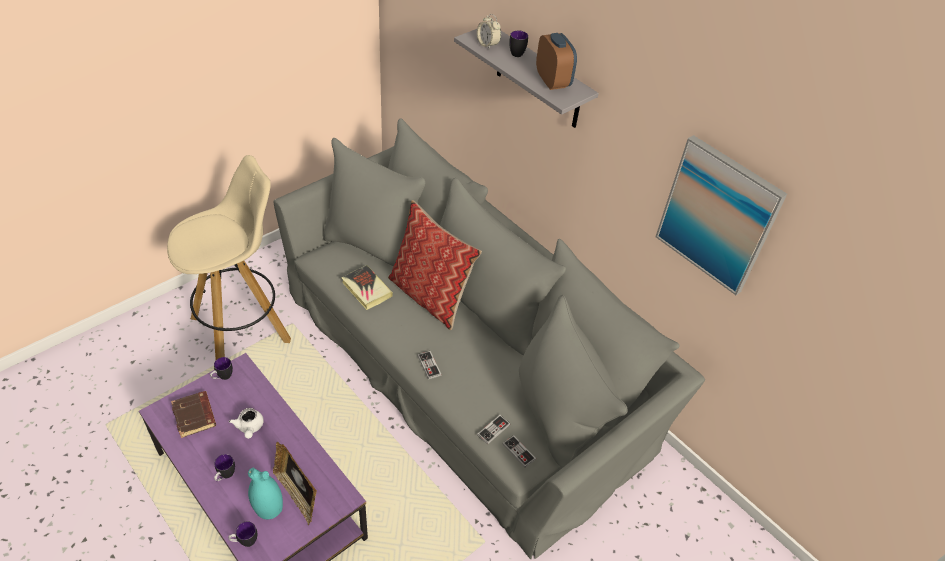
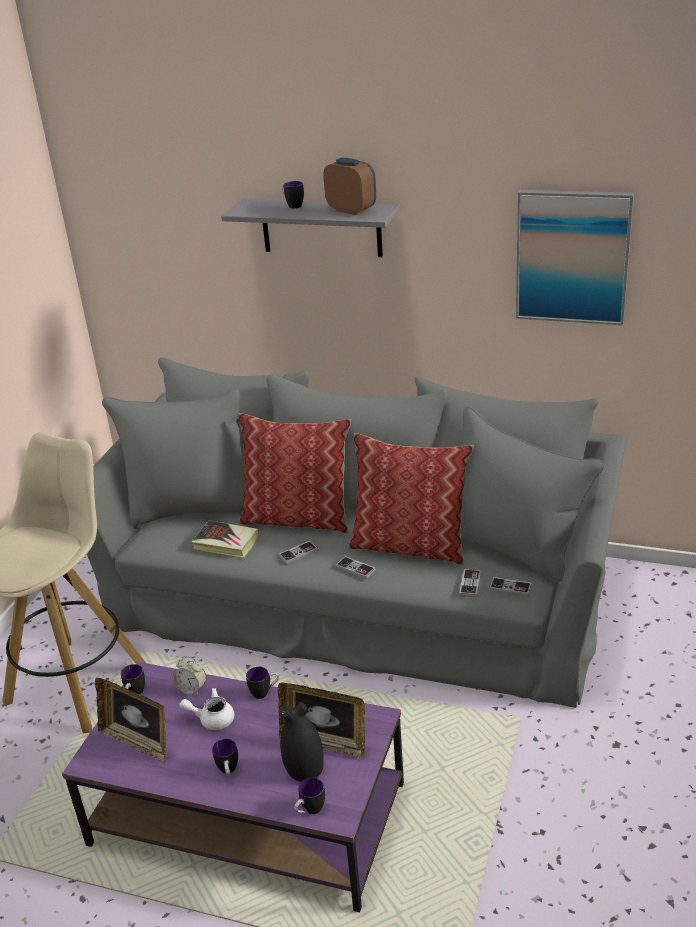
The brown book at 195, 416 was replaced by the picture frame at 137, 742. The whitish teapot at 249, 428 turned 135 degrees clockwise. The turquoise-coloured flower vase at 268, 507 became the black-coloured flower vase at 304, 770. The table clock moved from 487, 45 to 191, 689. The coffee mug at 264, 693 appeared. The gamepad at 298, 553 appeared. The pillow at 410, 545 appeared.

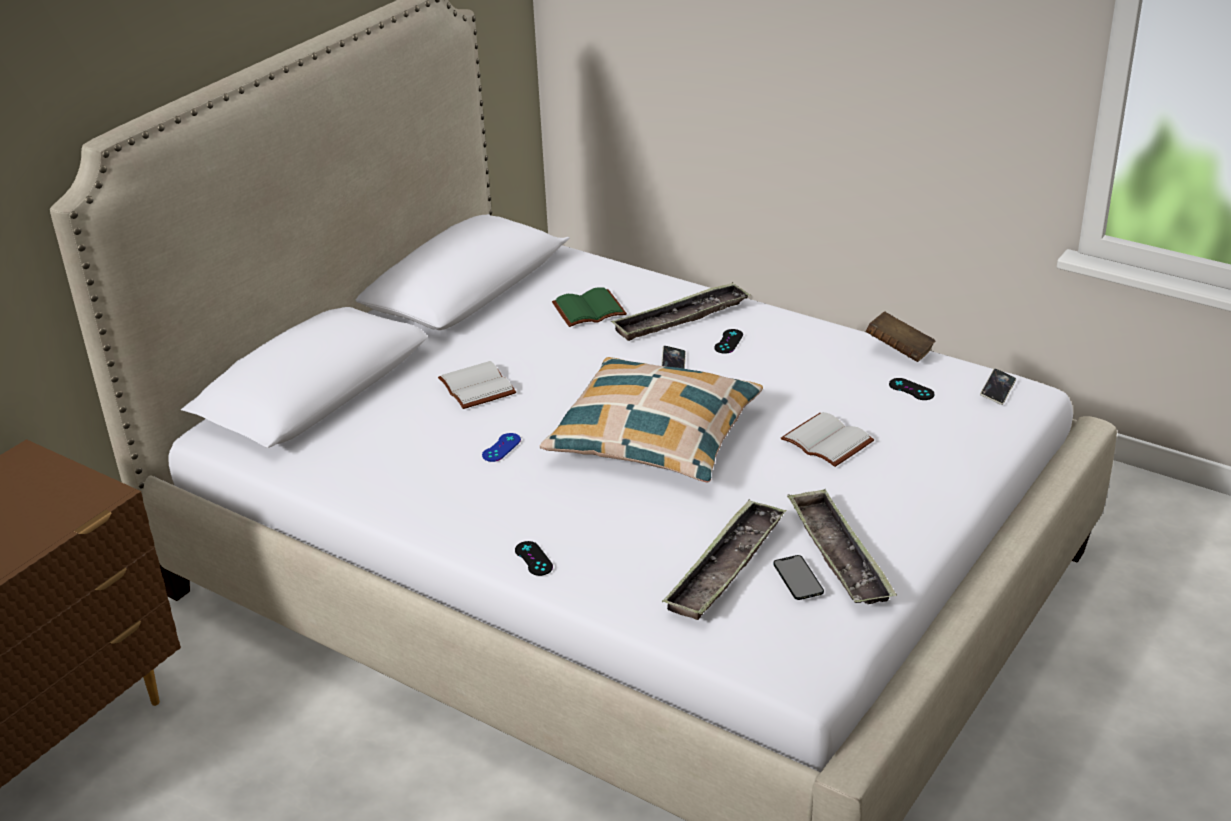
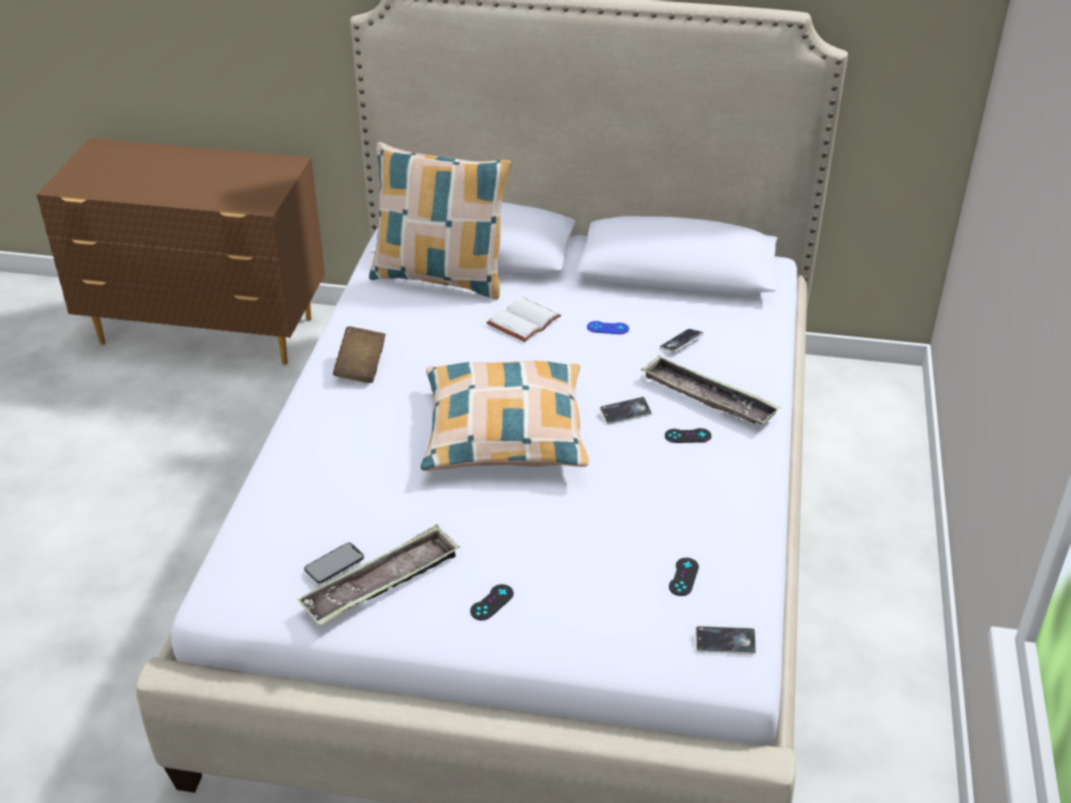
The bluish gamepad moved from 501, 447 to 608, 328. The black-coloured gamepad moved from 533, 559 to 492, 602. The green book at 588, 311 was replaced by the phone at 681, 343. The serving tray at 725, 566 disappeared. The whitish book at 829, 441 disappeared. The brown book moved from 899, 351 to 361, 367. The pillow at 440, 278 appeared.

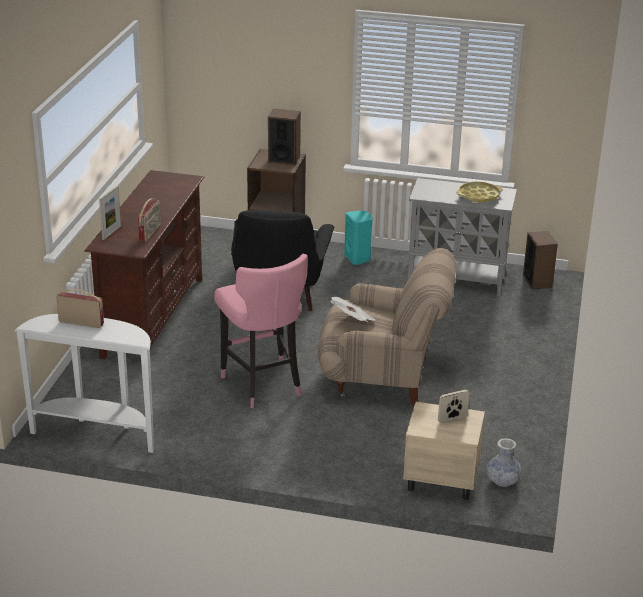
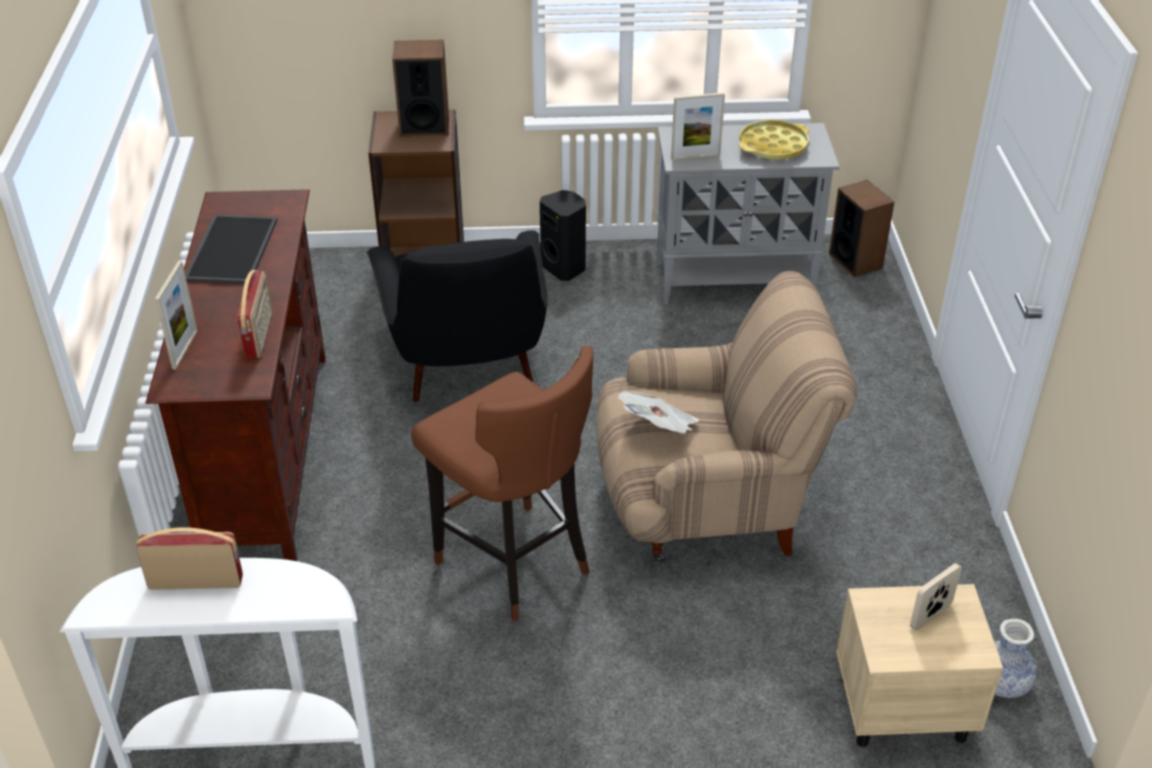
The pinkish stool seat at 262, 384 became the brown stool seat at 513, 562. The turquoise-coloured audio speaker at 358, 258 became the black-coloured audio speaker at 565, 268. The serving tray at 230, 249 appeared. The picture frame at 695, 157 appeared.

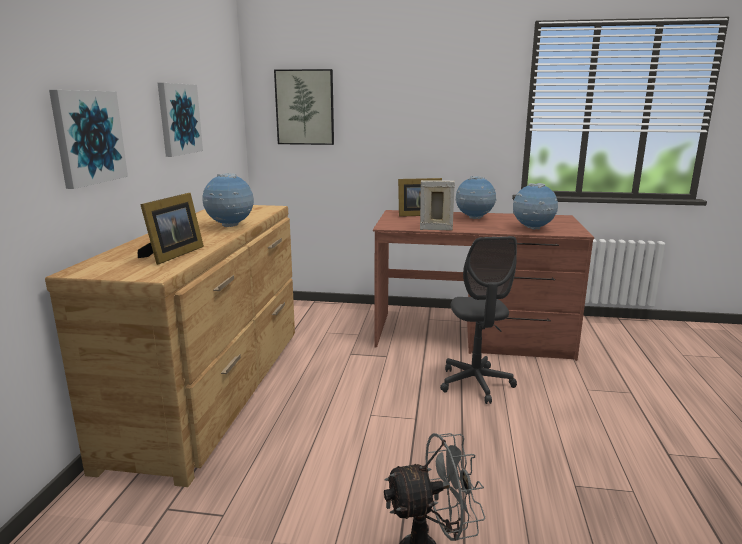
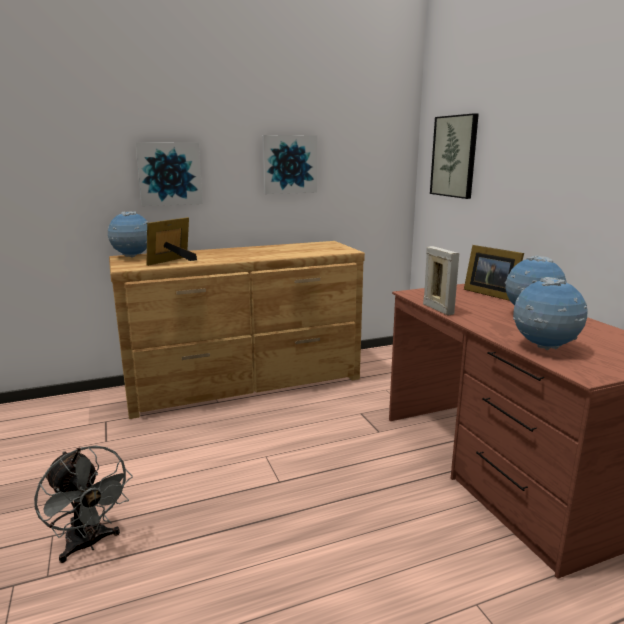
The picture frame at 172, 255 turned 135 degrees clockwise. The world globe moved from 230, 226 to 132, 257. The gray office chair at 475, 384 disappeared.

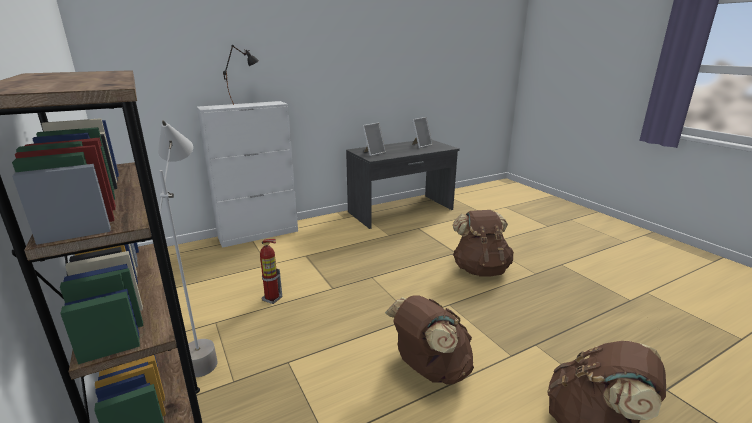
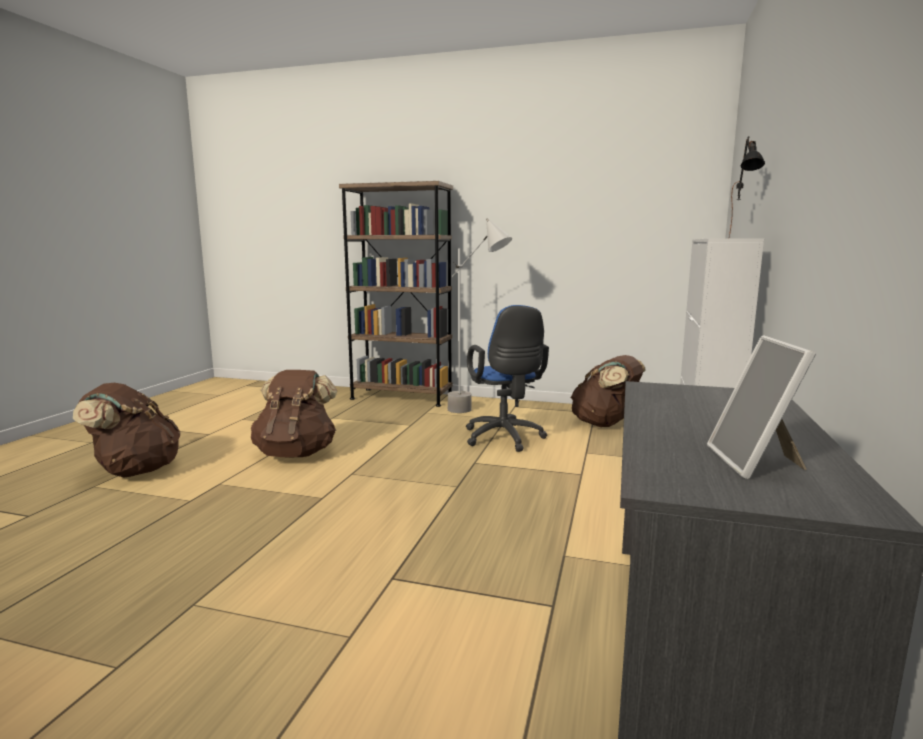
The fire extinguisher at 272, 299 was replaced by the bluish office chair at 505, 439. The picture frame at 373, 153 disappeared. The brown rucksack moved from 480, 269 to 605, 424.

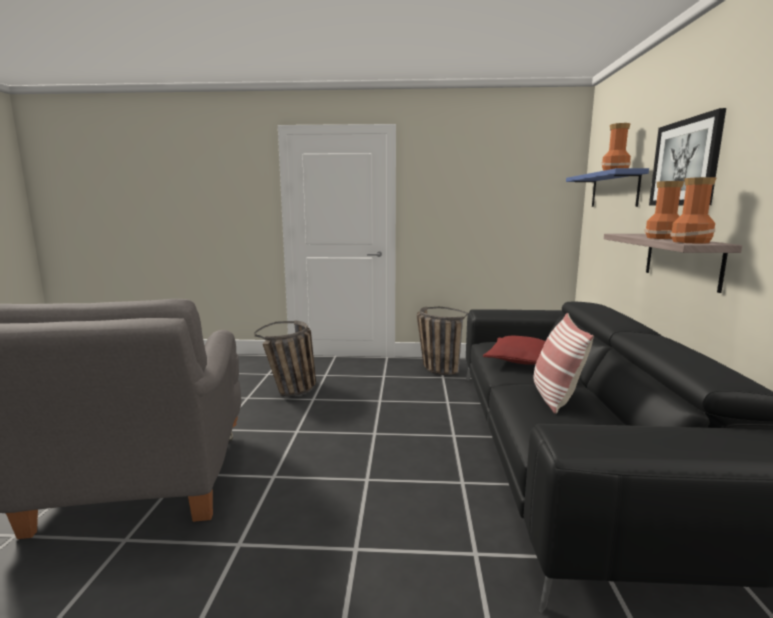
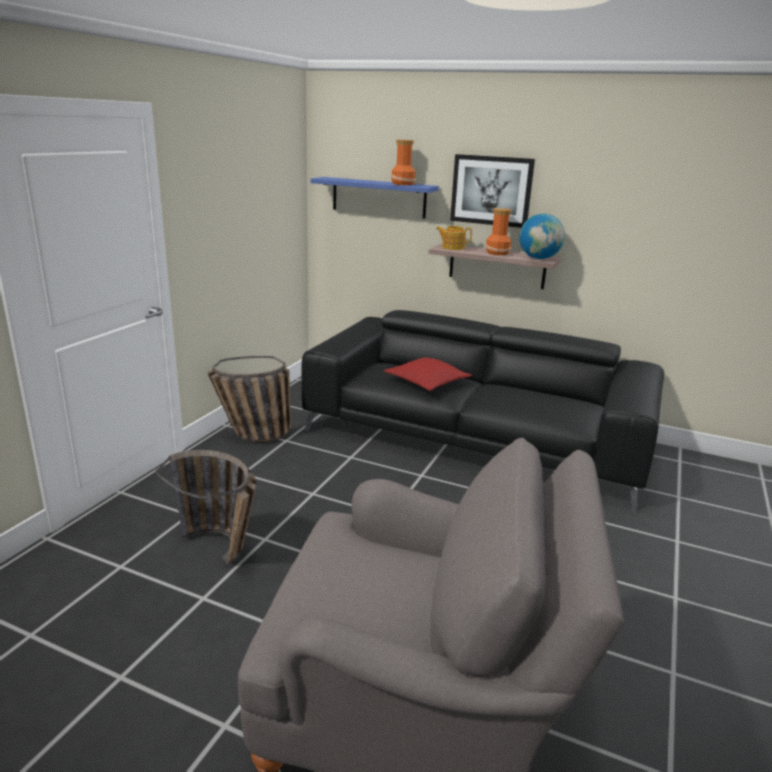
The pillow at 554, 396 disappeared. The flower vase at 692, 242 was replaced by the world globe at 539, 258. The teapot at 452, 247 appeared.

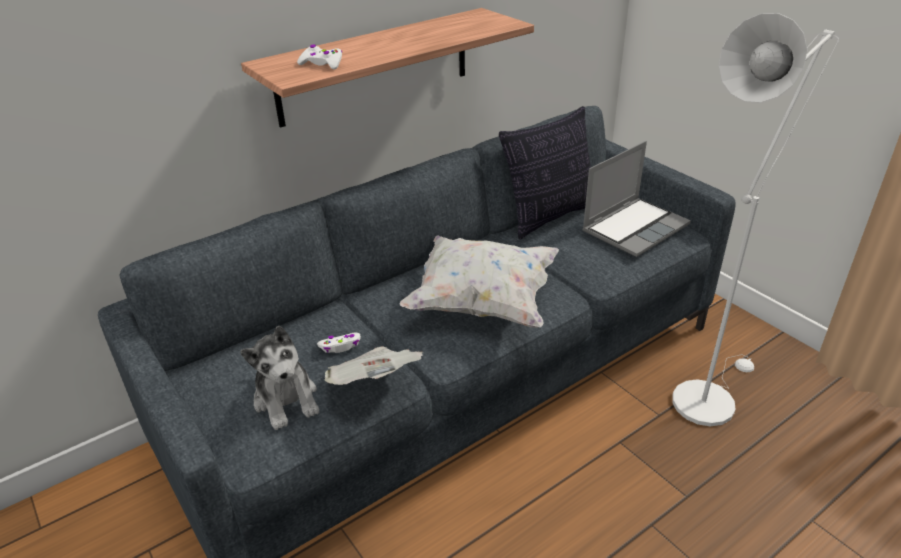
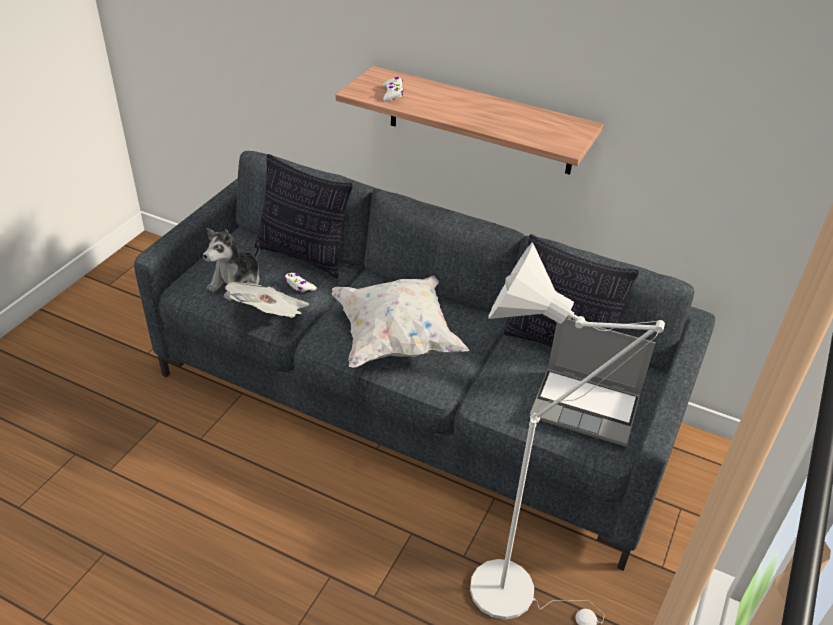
The pillow at 303, 256 appeared.

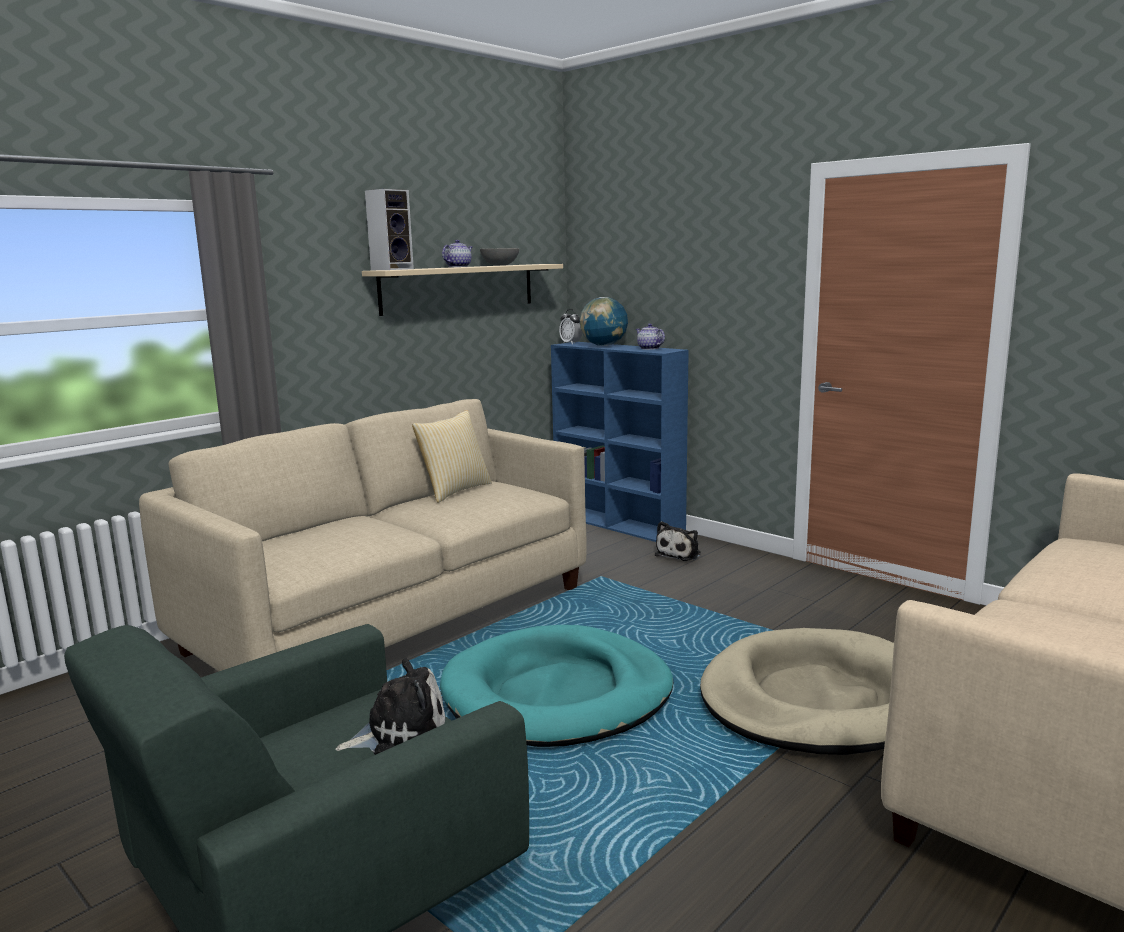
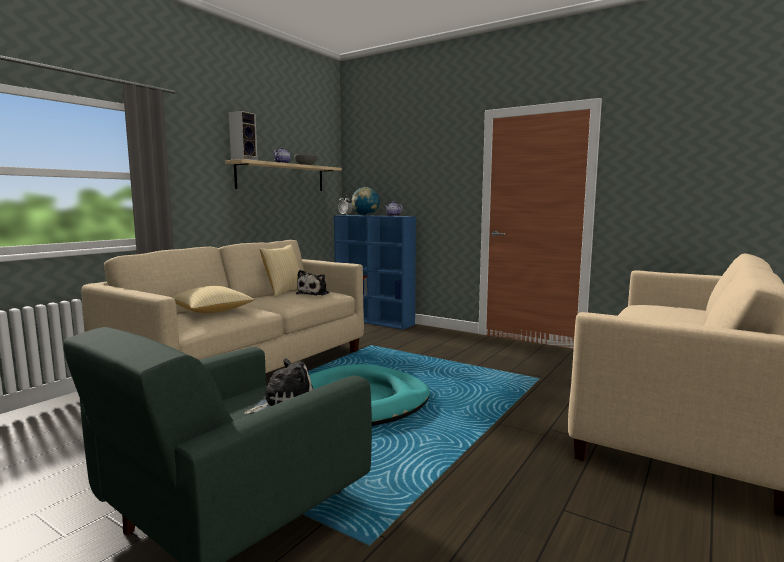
The soft toy moved from 679, 554 to 314, 293. The beige dog bed at 817, 699 disappeared. The pillow at 212, 312 appeared.

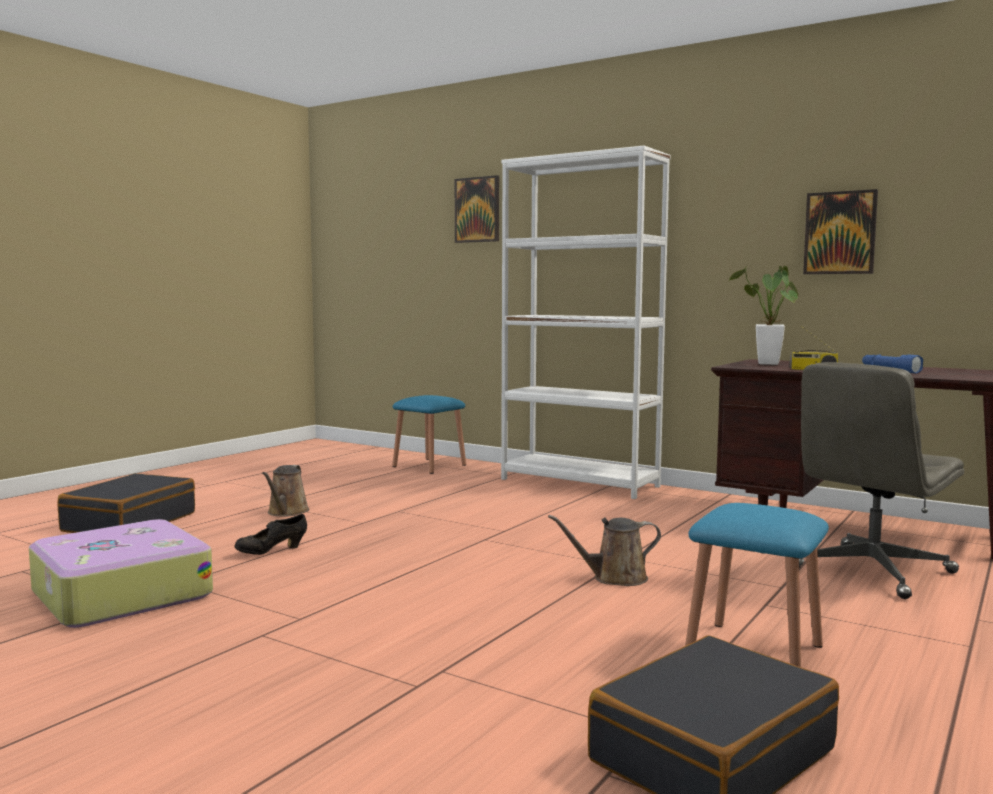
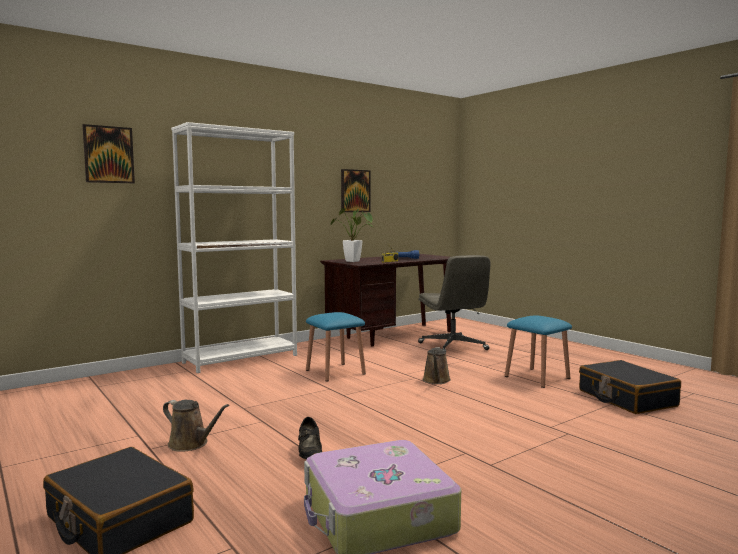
The bluish stool seat moved from 429, 466 to 335, 372.

